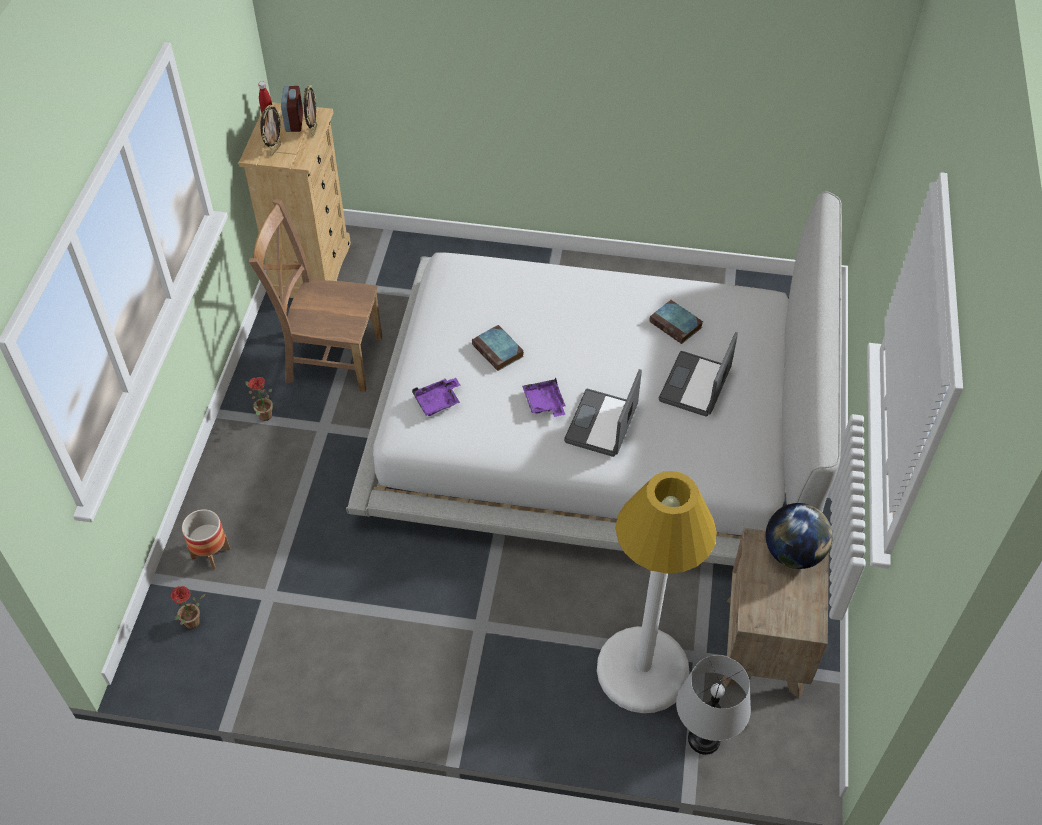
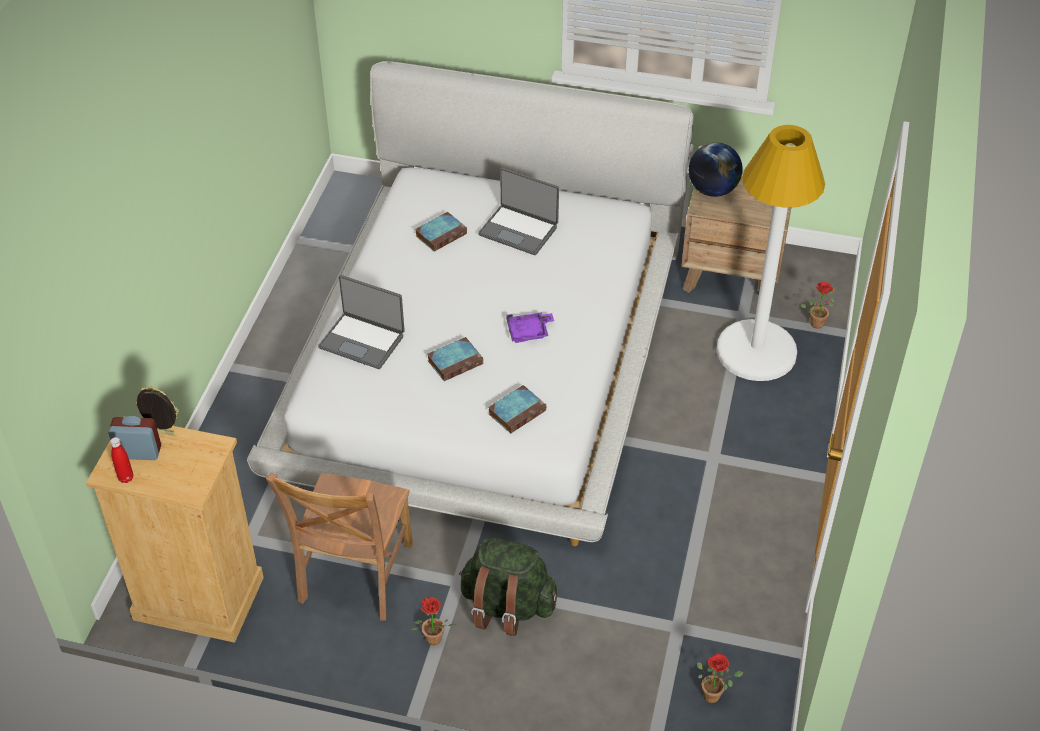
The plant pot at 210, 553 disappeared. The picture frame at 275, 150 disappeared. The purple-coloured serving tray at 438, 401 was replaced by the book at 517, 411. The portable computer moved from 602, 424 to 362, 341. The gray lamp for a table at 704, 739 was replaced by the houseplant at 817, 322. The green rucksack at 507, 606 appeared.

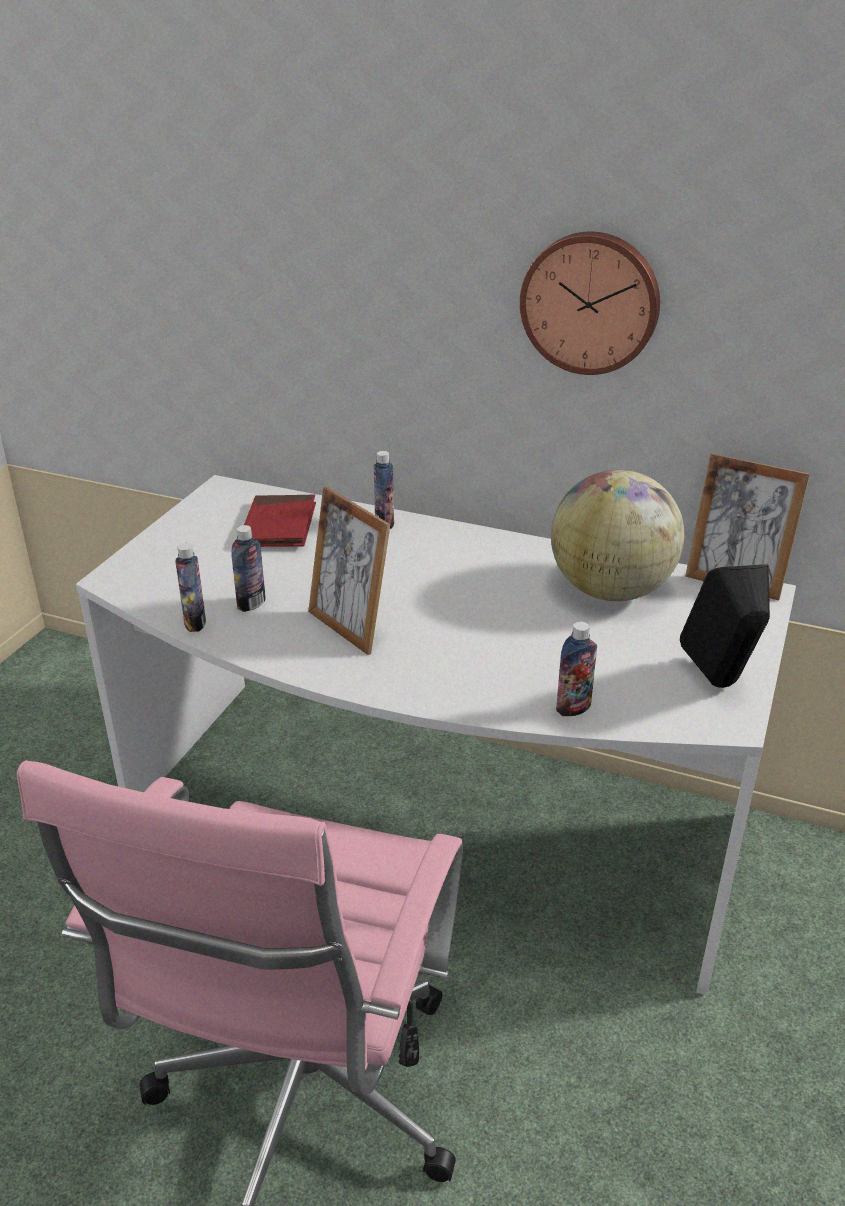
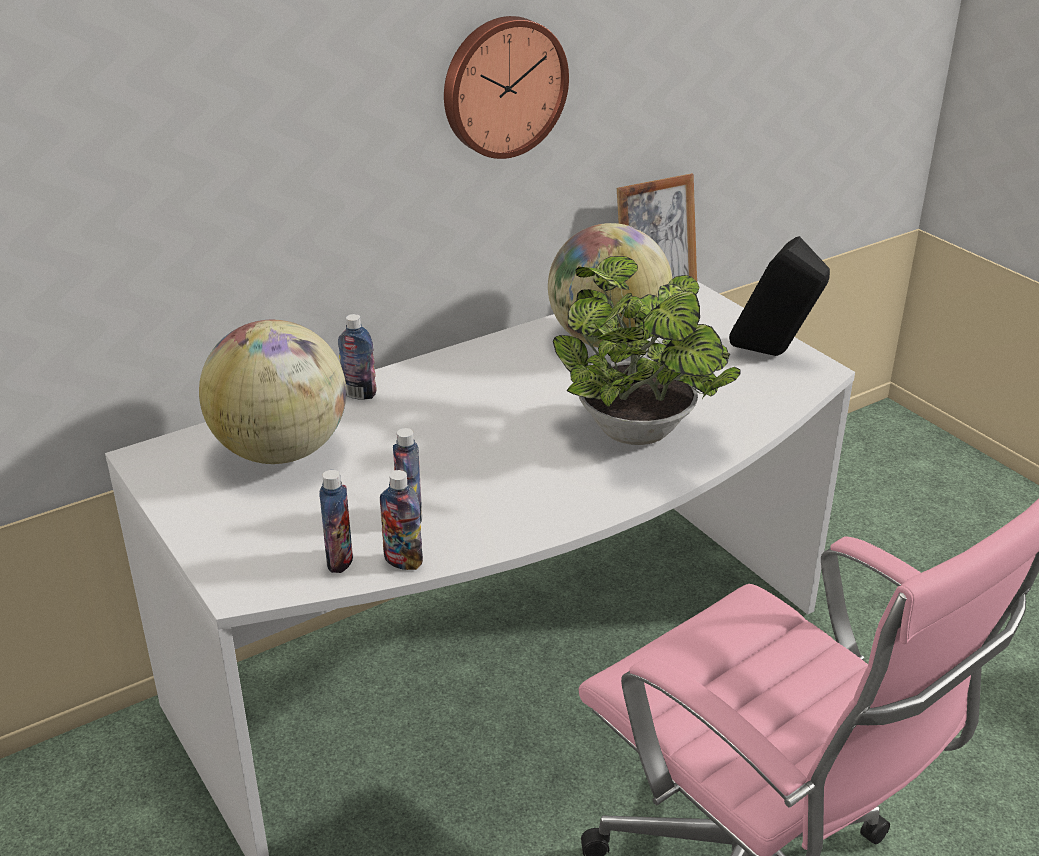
The red book at 279, 526 was replaced by the world globe at 281, 451. The picture frame at 349, 627 disappeared. The beverage bottle moved from 573, 708 to 339, 561. The houseplant at 640, 435 appeared.

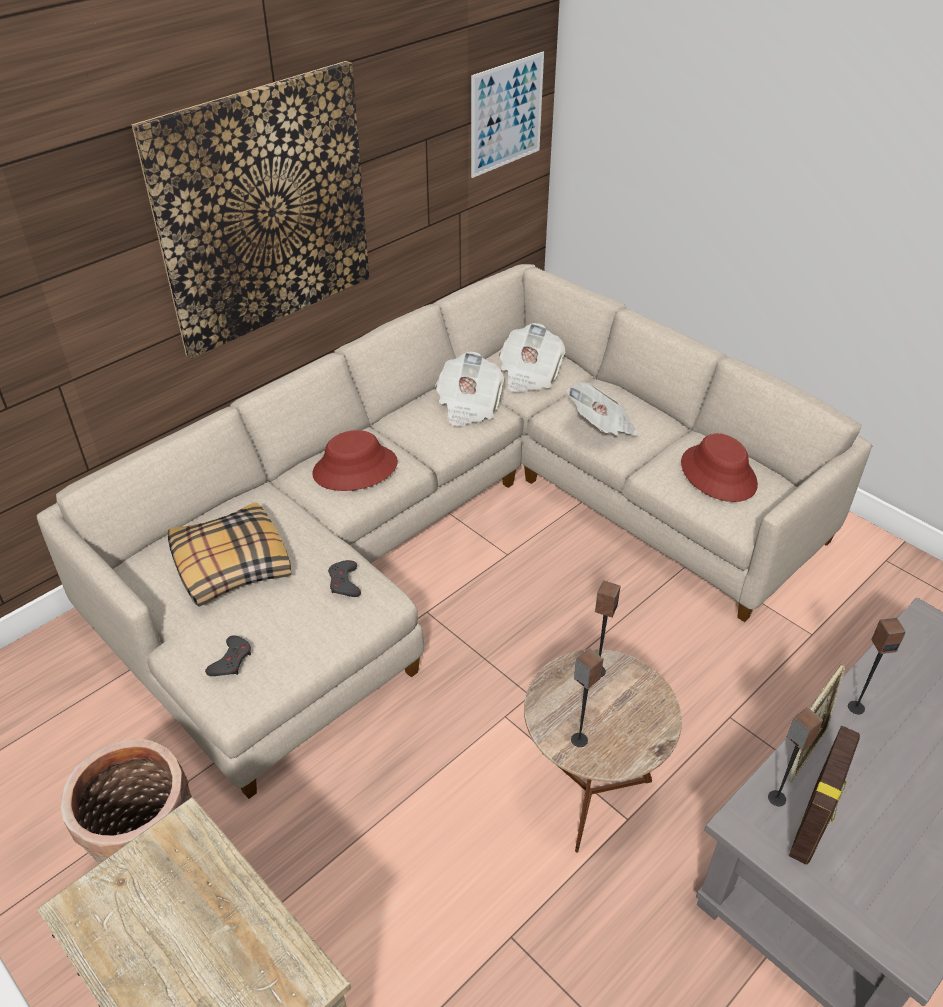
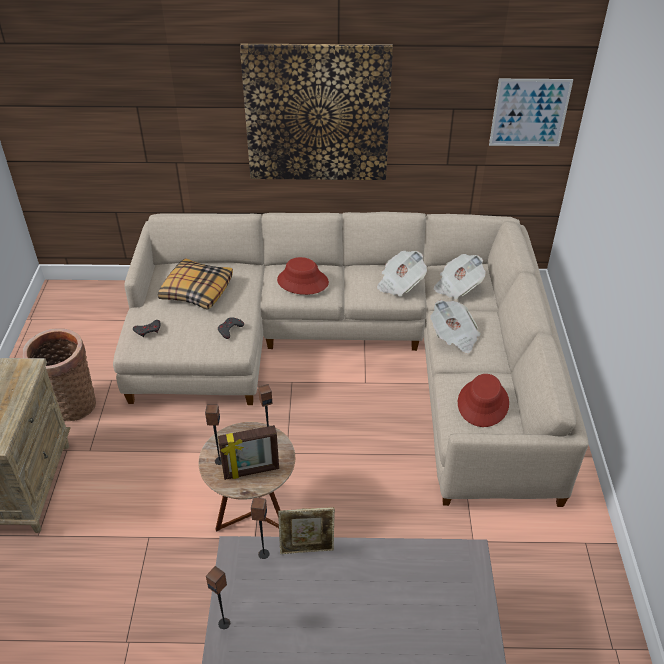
The picture frame moved from 813, 823 to 251, 471. The audio speaker moved from 856, 707 to 224, 623.

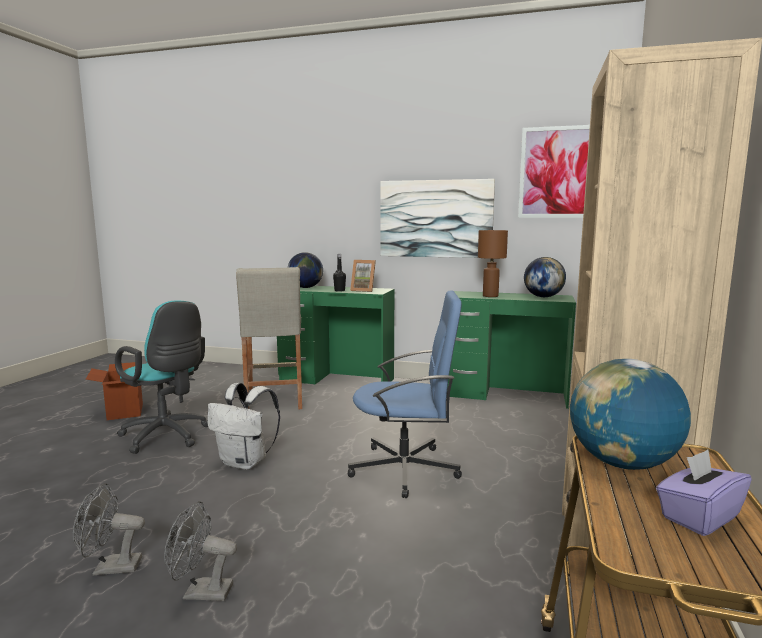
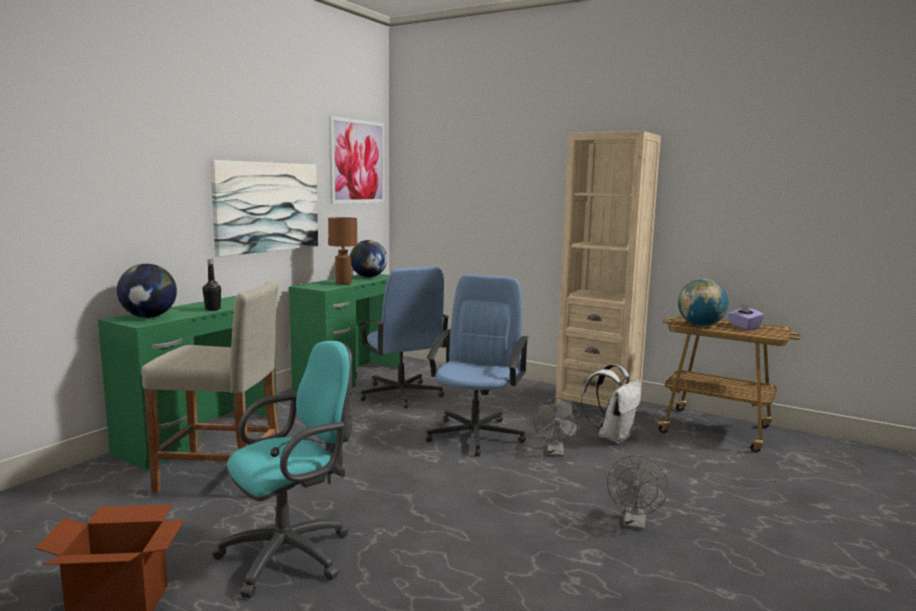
The gray fan moved from 110, 568 to 555, 453. The whitish rucksack moved from 246, 462 to 613, 437. The picture frame at 364, 290 disappeared. The bluish office chair at 401, 395 appeared.

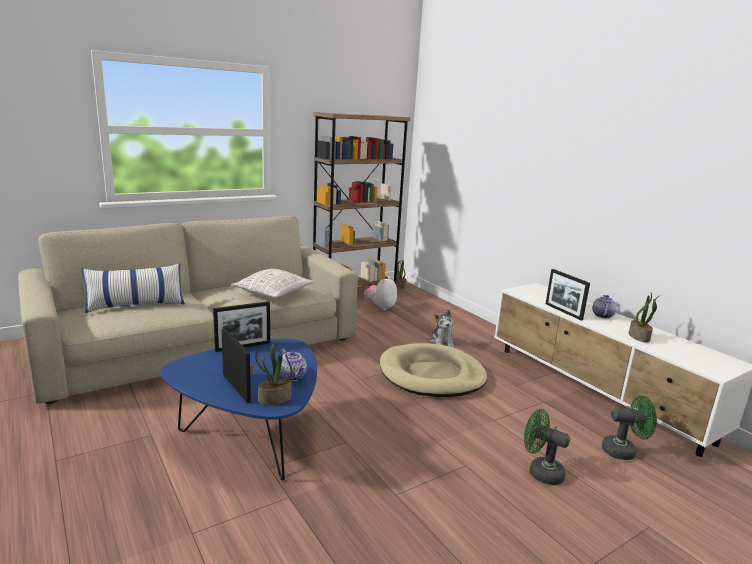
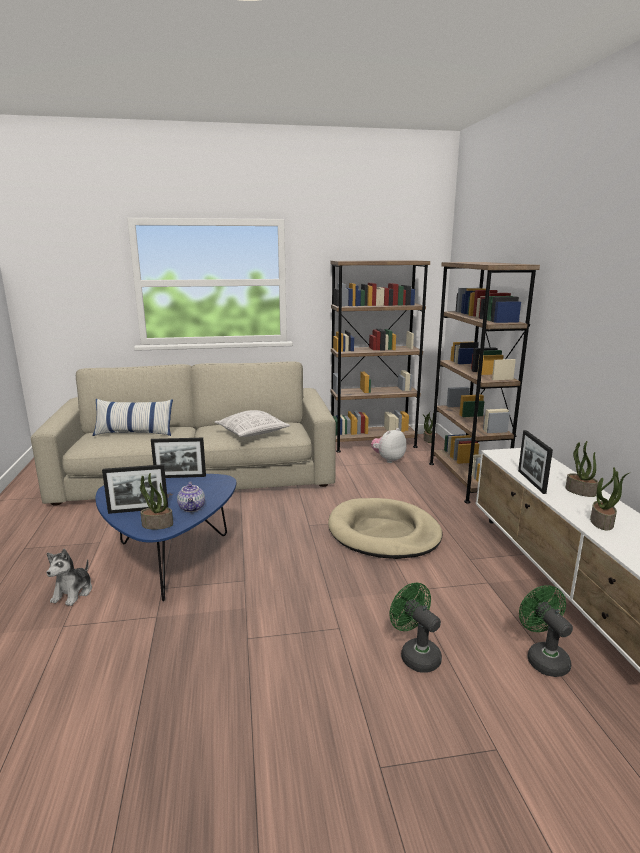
The picture frame at 236, 387 turned 90 degrees clockwise. The soft toy moved from 442, 342 to 73, 593. The teapot at 602, 315 was replaced by the houseplant at 579, 491. The green fan at 624, 451 turned 135 degrees counterclockwise. The brown bookcase at 465, 480 appeared.

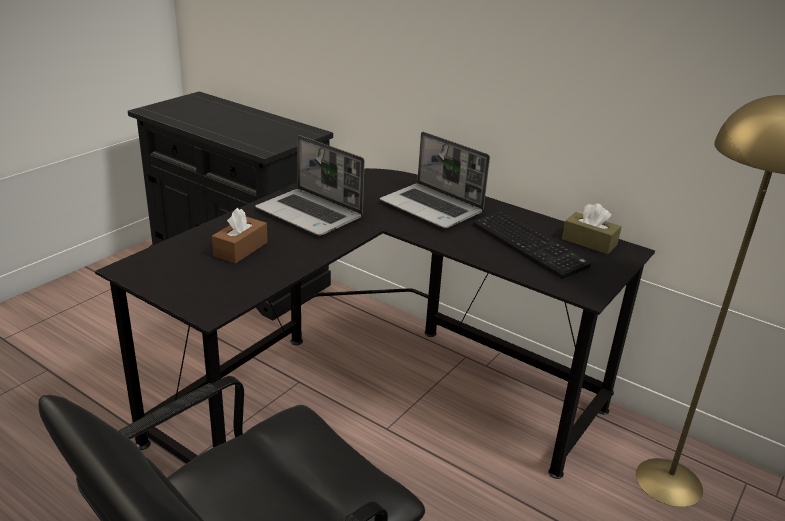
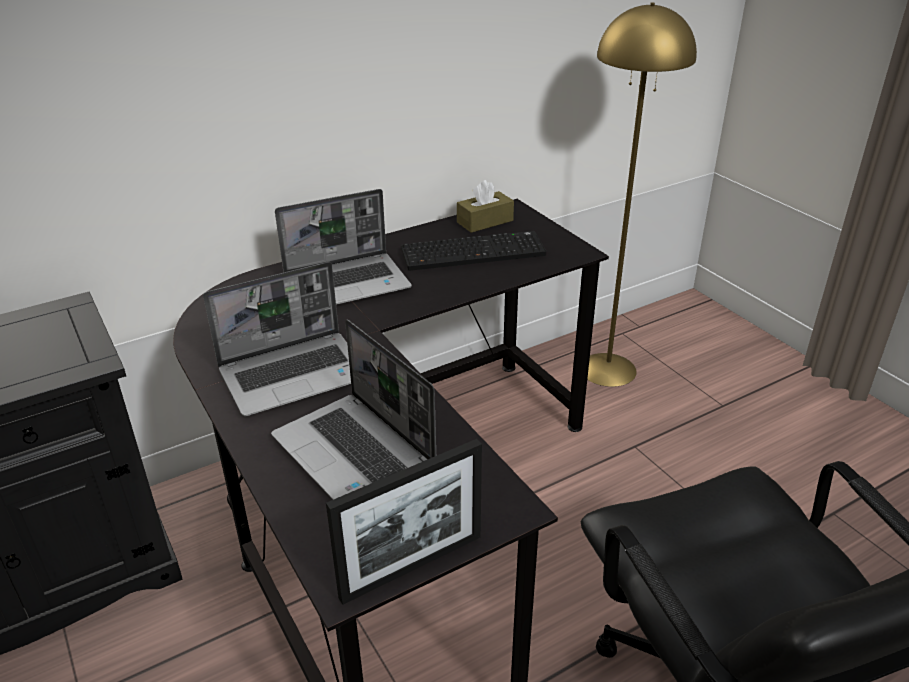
The brown box of tissues at 241, 249 was replaced by the portable computer at 356, 454. The picture frame at 412, 566 appeared.

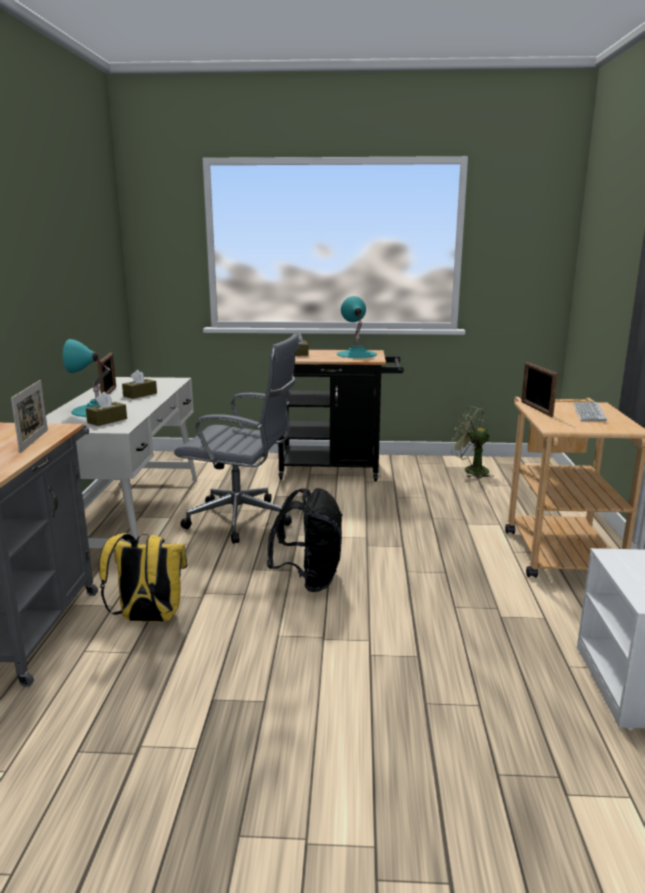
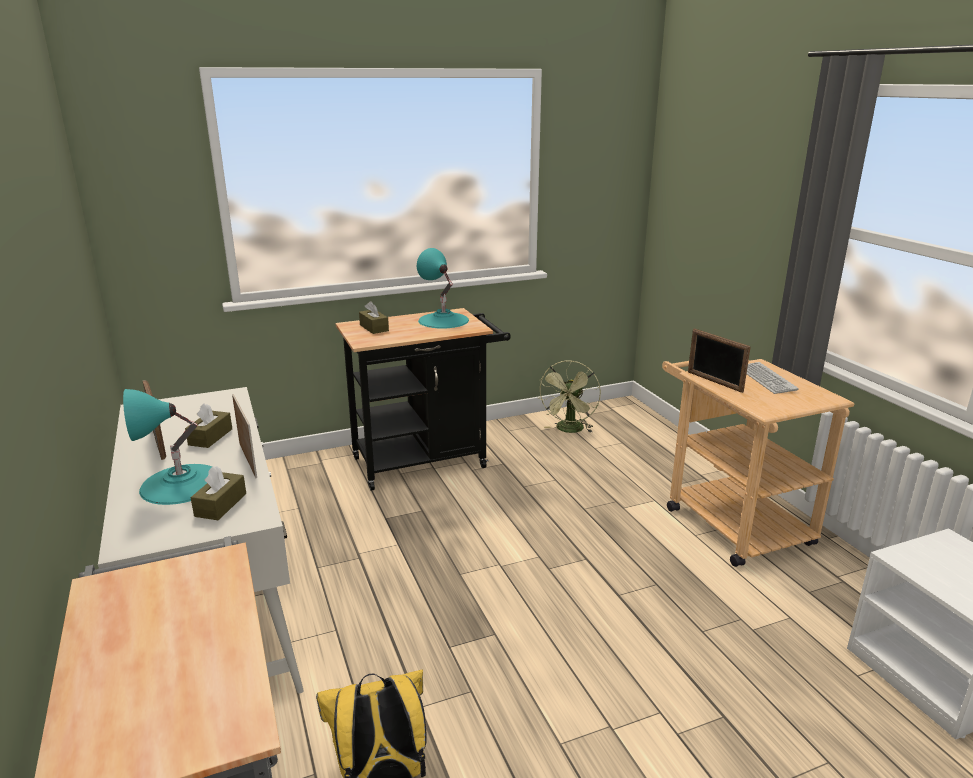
The picture frame moved from 34, 441 to 248, 460. The gray office chair at 243, 520 disappeared. The black-coloured rucksack at 309, 580 disappeared. The green fan at 470, 470 turned 75 degrees counterclockwise.

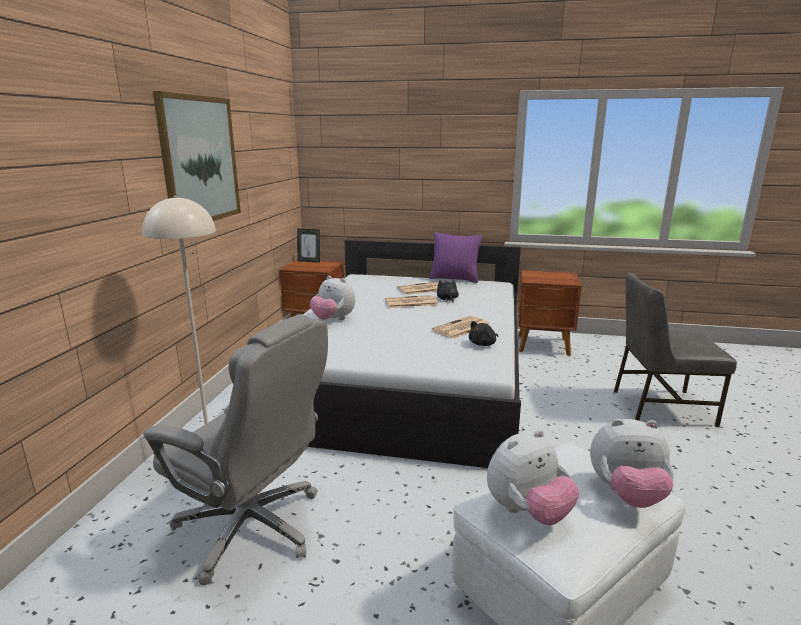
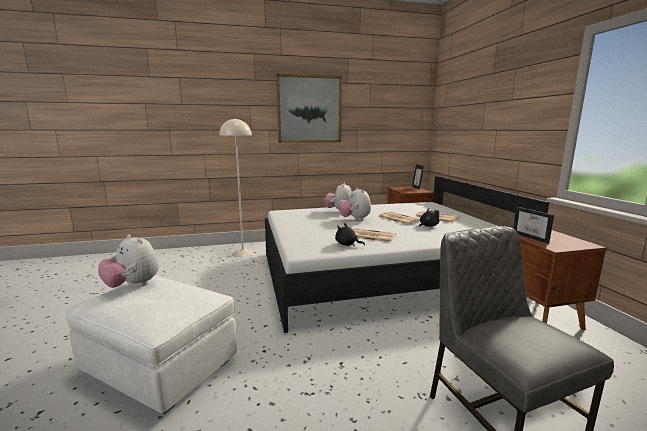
The gray office chair at 252, 527 disappeared. The purple-coloured pillow at 454, 279 disappeared. The soft toy moved from 626, 494 to 354, 219. The picture frame at 533, 237 appeared.

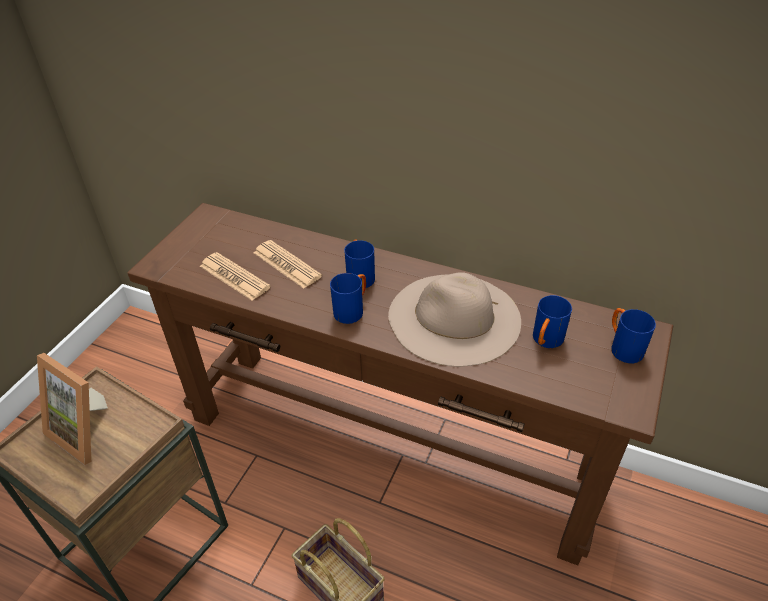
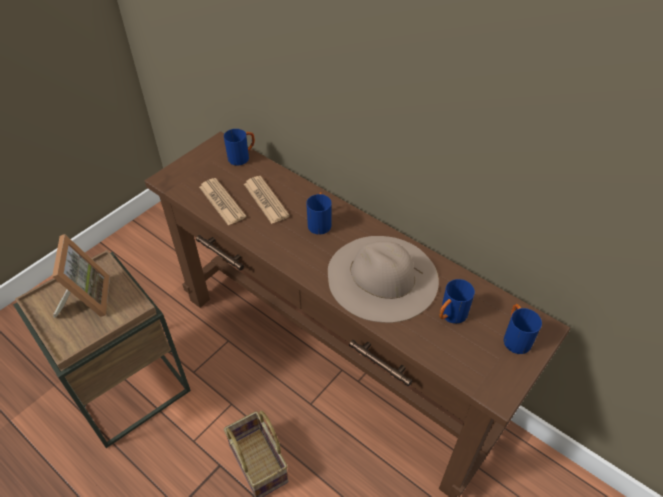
The picture frame at 87, 430 turned 150 degrees counterclockwise. The bluish coffee mug moved from 352, 310 to 242, 157.

